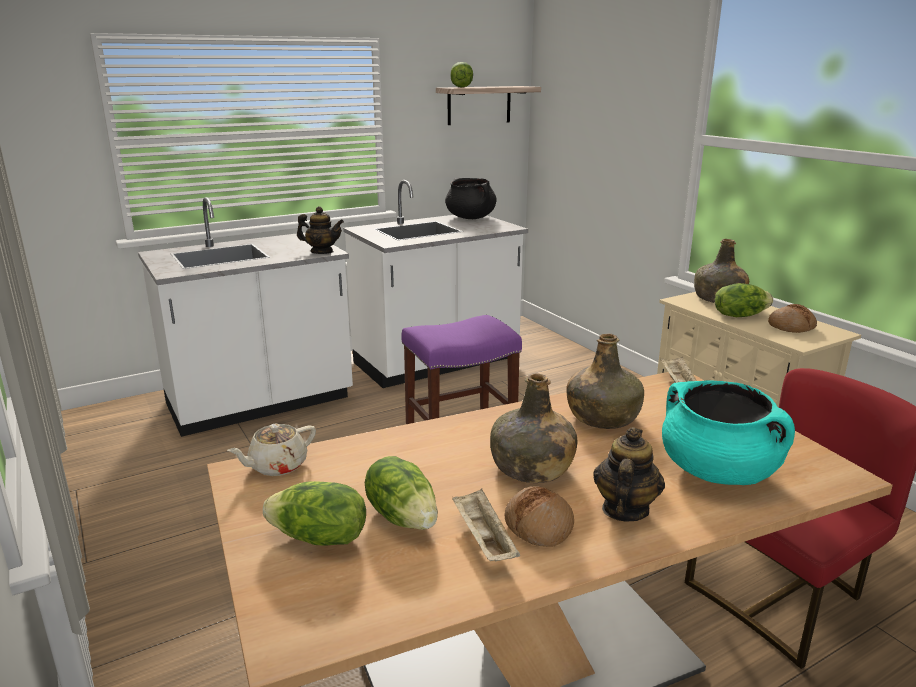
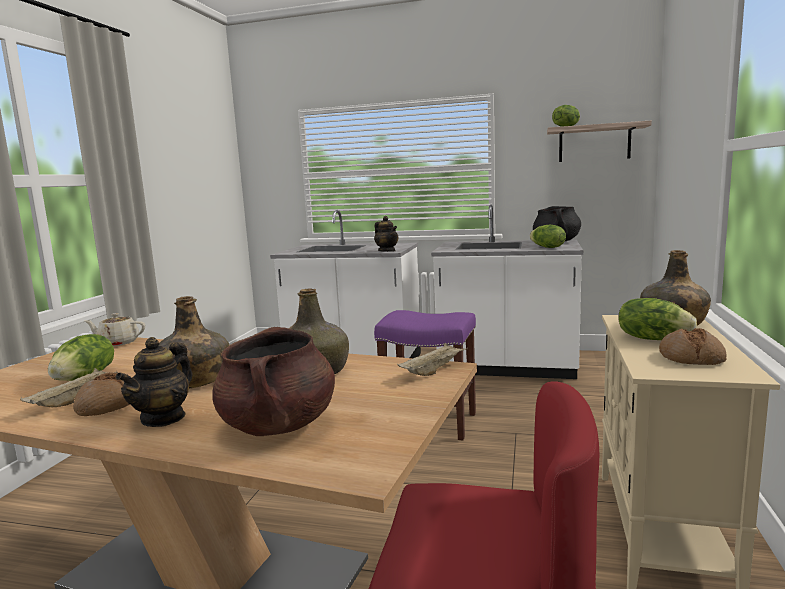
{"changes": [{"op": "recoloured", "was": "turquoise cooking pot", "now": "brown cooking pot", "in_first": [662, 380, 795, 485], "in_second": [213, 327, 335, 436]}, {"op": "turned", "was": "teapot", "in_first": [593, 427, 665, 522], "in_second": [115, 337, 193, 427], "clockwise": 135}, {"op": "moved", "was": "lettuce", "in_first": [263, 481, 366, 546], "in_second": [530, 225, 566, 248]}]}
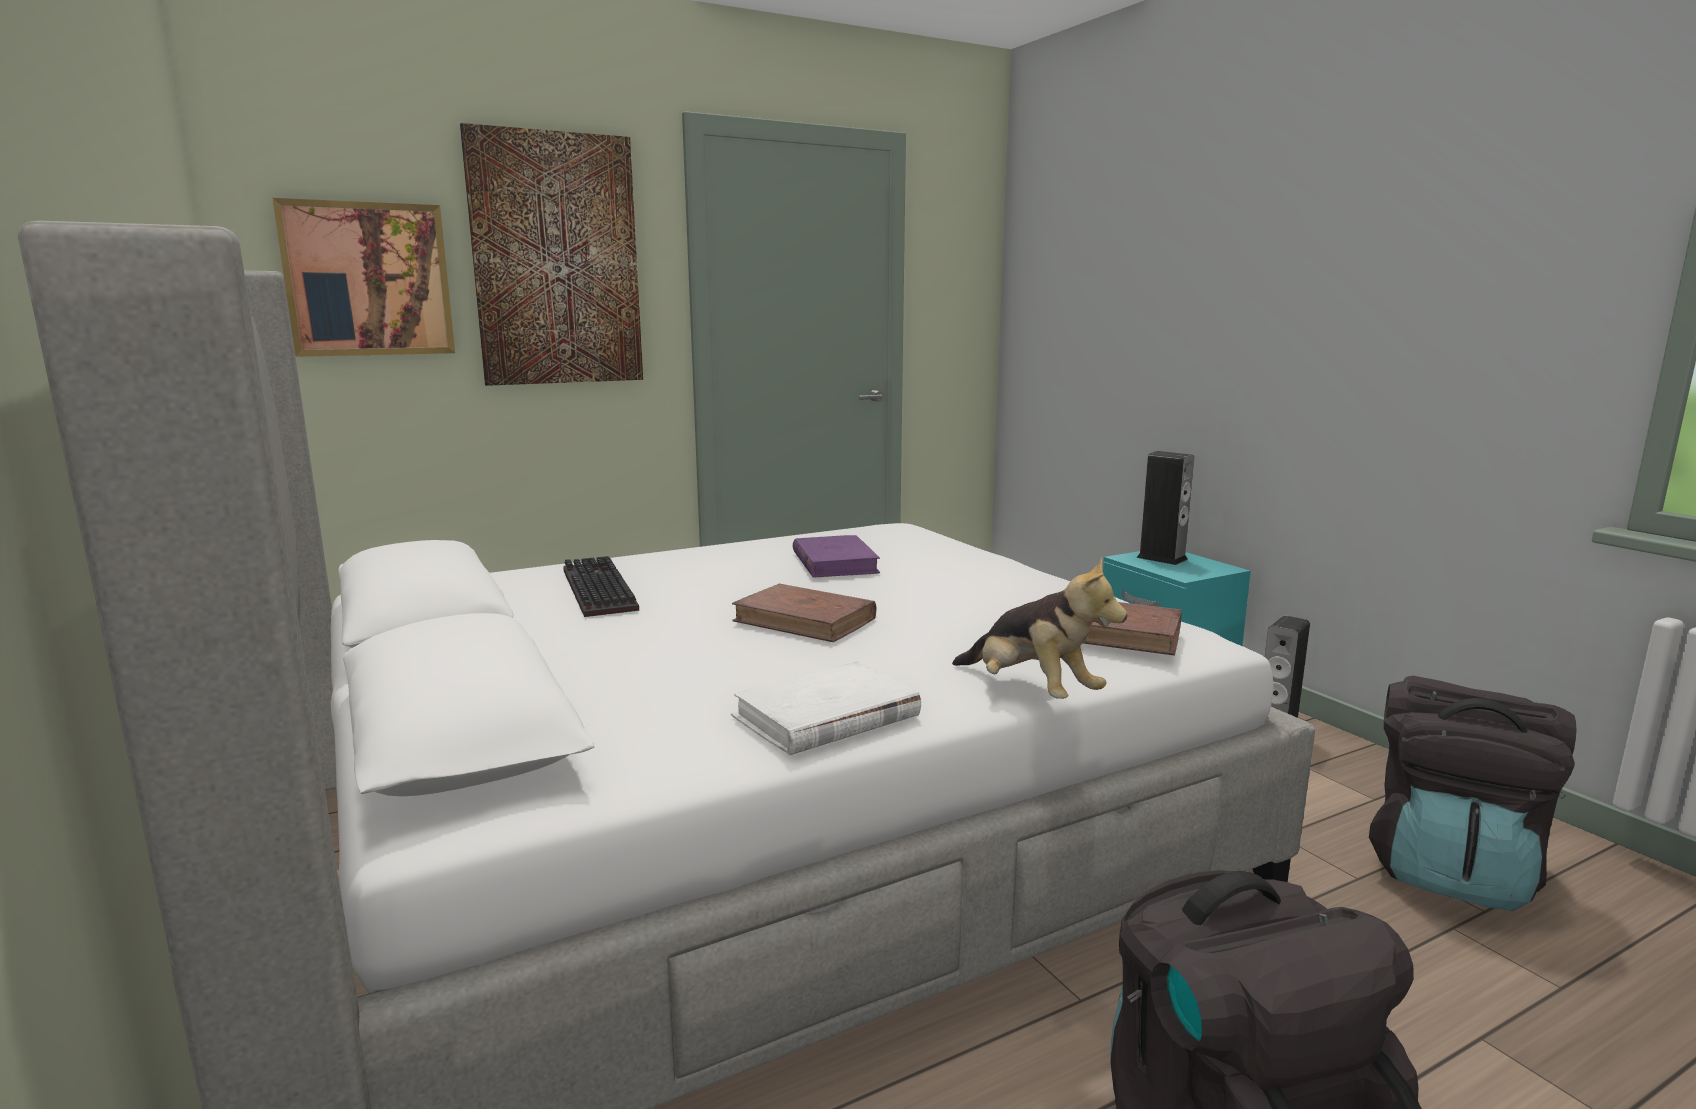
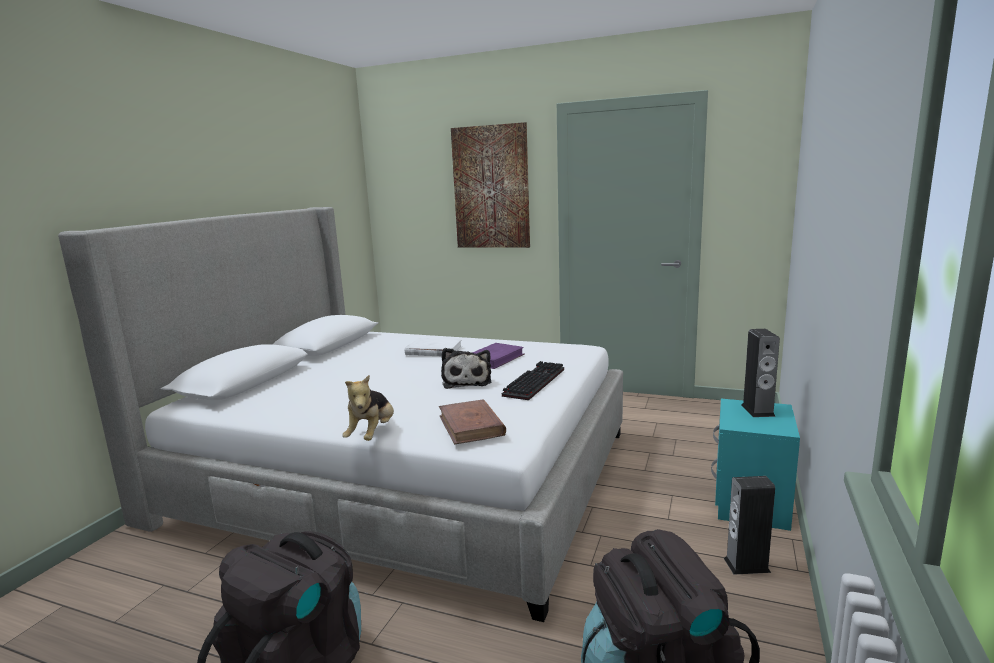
{"changes": [{"op": "removed", "was": "picture", "in_first": [272, 198, 455, 357]}, {"op": "moved", "was": "keyboard", "in_first": [563, 556, 639, 617], "in_second": [502, 361, 564, 400]}, {"op": "removed", "was": "brown book", "in_first": [732, 583, 877, 642]}, {"op": "moved", "was": "white book", "in_first": [731, 661, 921, 755], "in_second": [405, 339, 462, 356]}, {"op": "added", "now": "plush toy", "in_second": [441, 348, 491, 389]}]}
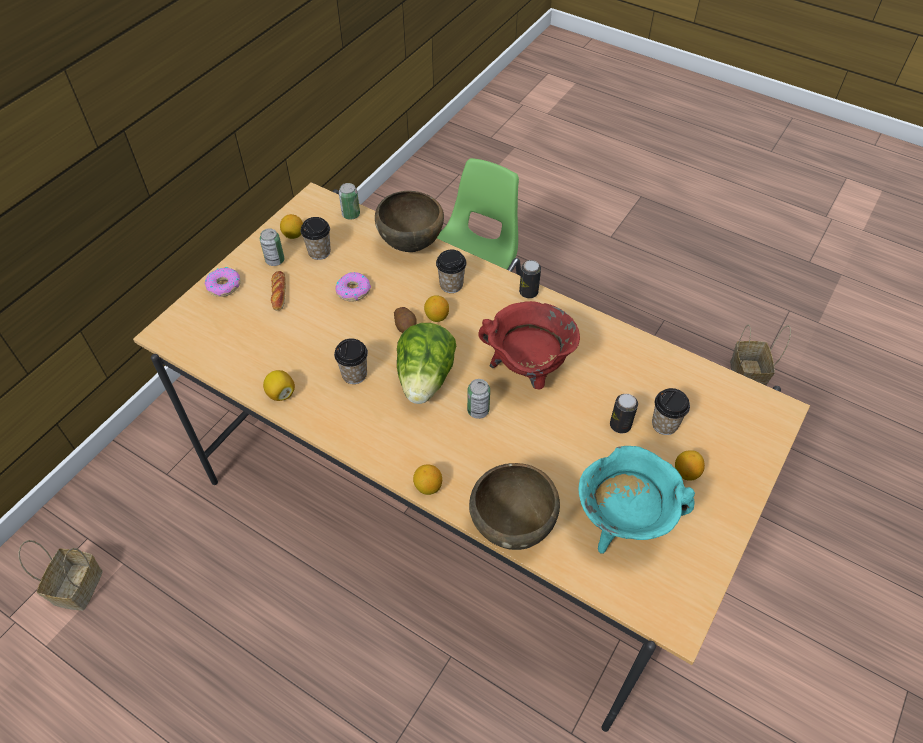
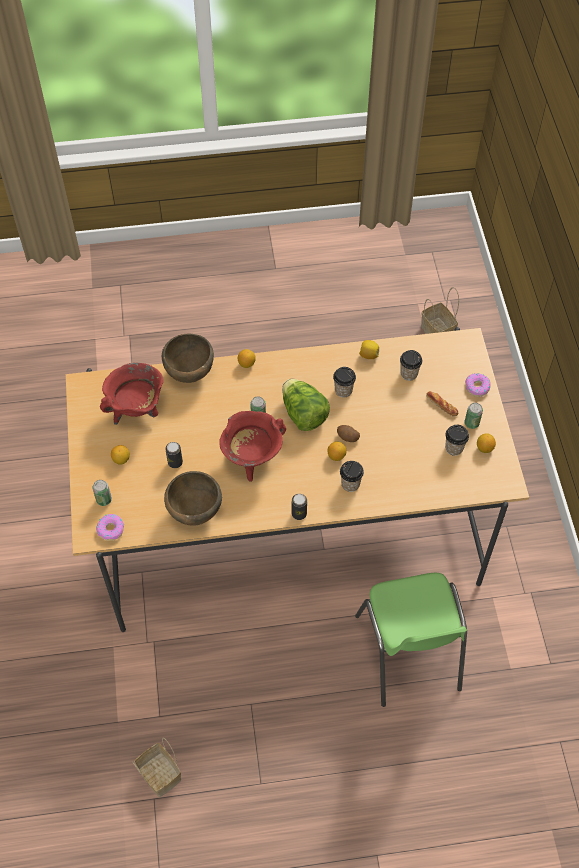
{"changes": [{"op": "moved", "was": "can", "in_first": [339, 183, 360, 220], "in_second": [93, 480, 112, 506]}, {"op": "moved", "was": "brown bowl", "in_first": [375, 191, 444, 252], "in_second": [164, 471, 222, 526]}, {"op": "moved", "was": "donut", "in_first": [335, 272, 371, 302], "in_second": [96, 514, 124, 541]}, {"op": "moved", "was": "cup", "in_first": [652, 388, 690, 435], "in_second": [400, 350, 422, 381]}, {"op": "recoloured", "was": "turquoise cooking pot", "now": "red cooking pot", "in_first": [579, 446, 695, 554], "in_second": [100, 363, 163, 425]}]}
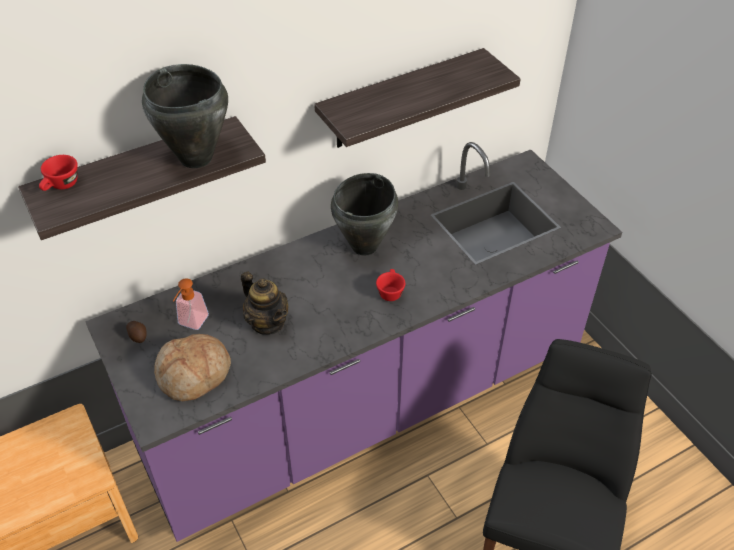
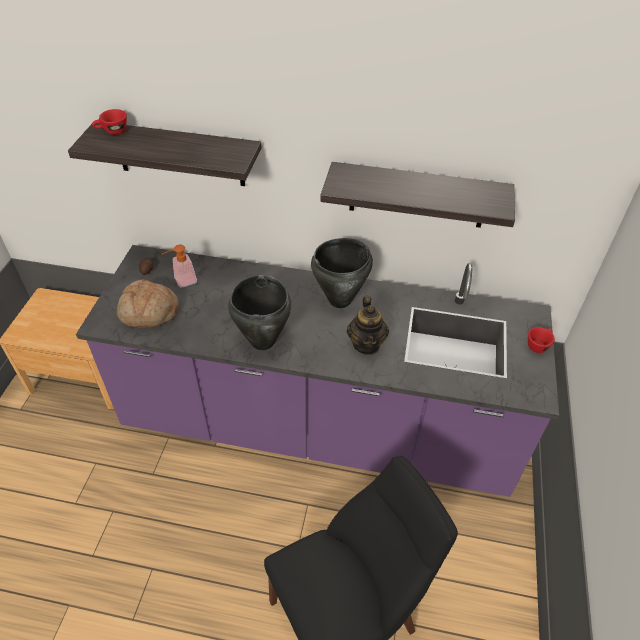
{"changes": [{"op": "moved", "was": "black cooking pot", "in_first": [142, 64, 228, 168], "in_second": [228, 275, 291, 350]}, {"op": "moved", "was": "red cup", "in_first": [376, 269, 405, 301], "in_second": [528, 327, 555, 353]}, {"op": "moved", "was": "teapot", "in_first": [241, 271, 288, 335], "in_second": [347, 296, 389, 355]}]}
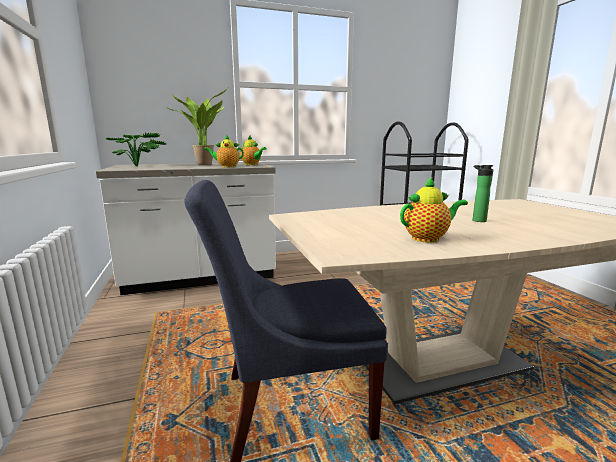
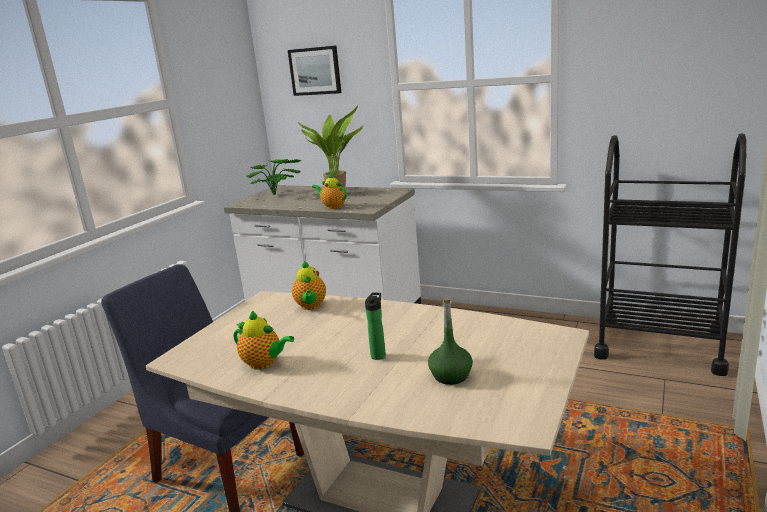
{"changes": [{"op": "moved", "was": "teapot", "in_first": [240, 136, 266, 165], "in_second": [292, 261, 326, 310]}, {"op": "added", "now": "picture", "in_second": [288, 46, 341, 96]}, {"op": "added", "now": "green bottle", "in_second": [428, 299, 473, 385]}]}
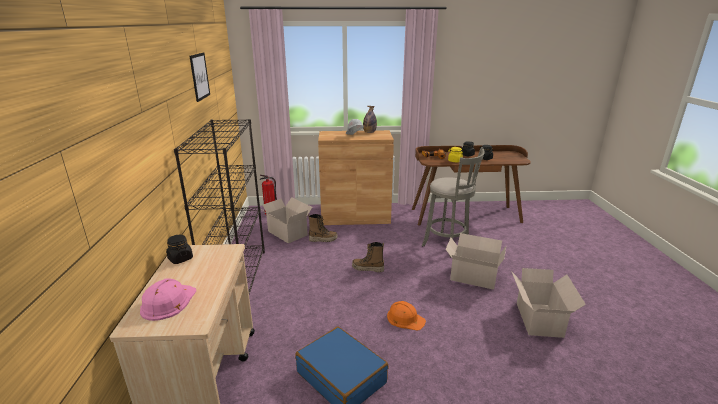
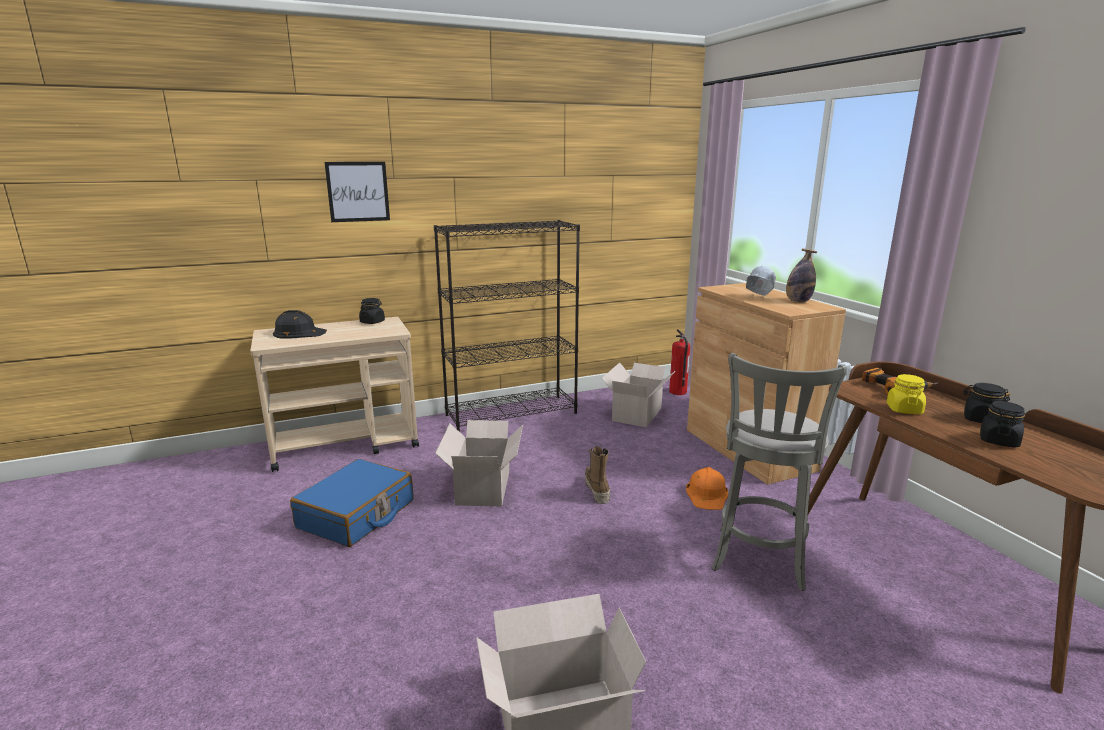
{"changes": [{"op": "moved", "was": "picture", "in_first": [190, 53, 210, 102], "in_second": [325, 162, 390, 222]}, {"op": "removed", "was": "boot", "in_first": [308, 214, 338, 242]}, {"op": "moved", "was": "cardboard box", "in_first": [446, 233, 506, 290], "in_second": [435, 420, 523, 506]}, {"op": "recoloured", "was": "pink hard hat", "now": "black hard hat", "in_first": [140, 278, 196, 321], "in_second": [273, 310, 327, 339]}, {"op": "moved", "was": "orange hard hat", "in_first": [387, 301, 426, 330], "in_second": [686, 467, 728, 510]}]}
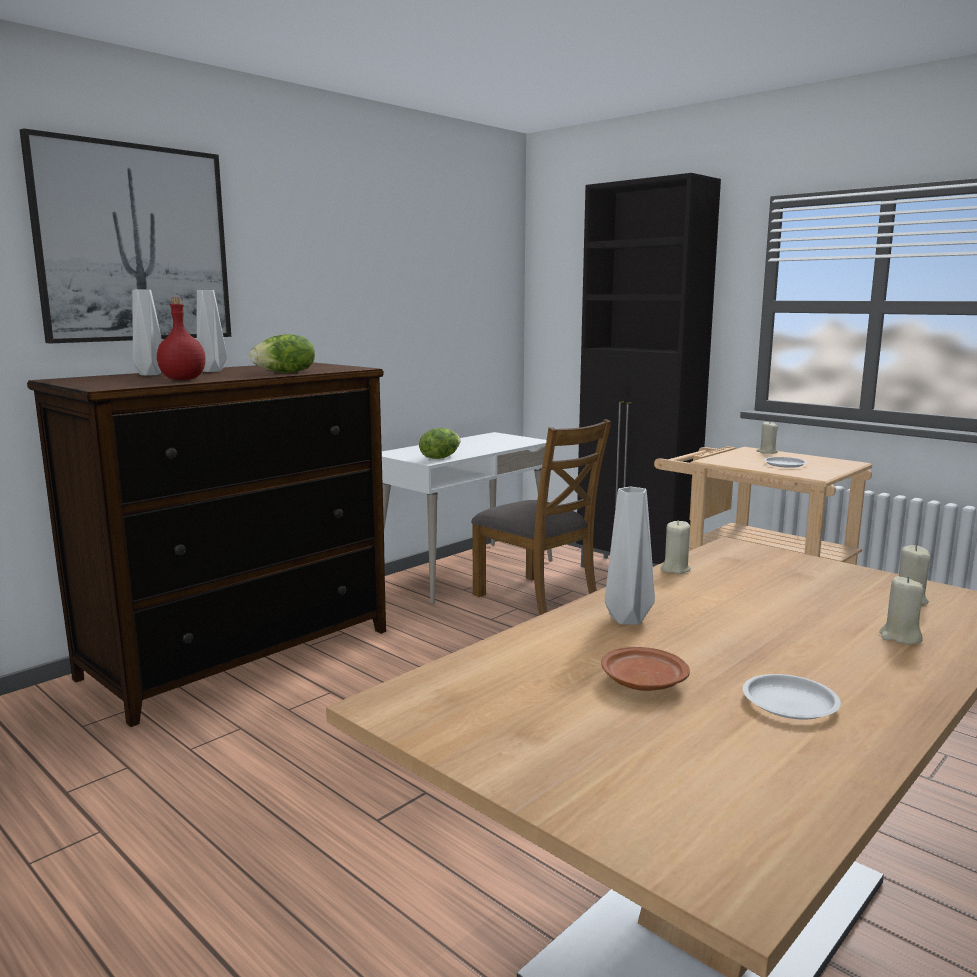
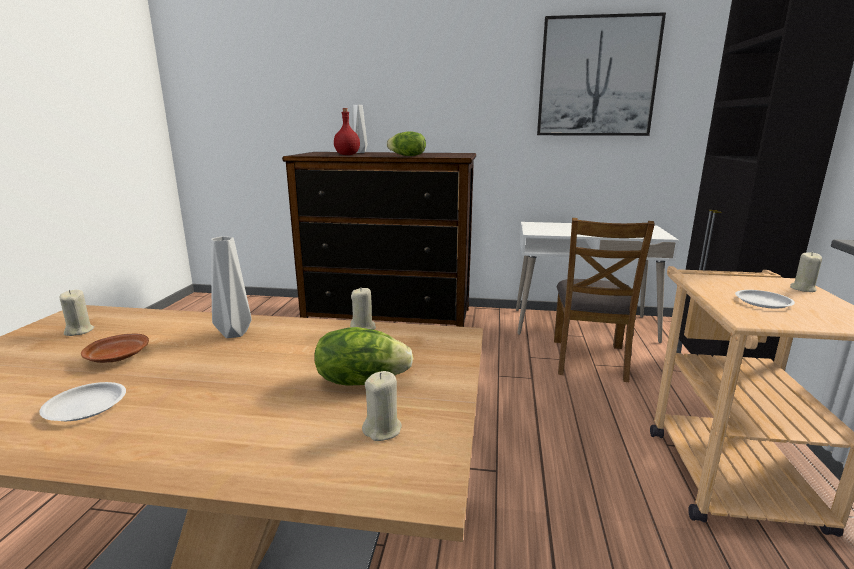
{"changes": [{"op": "moved", "was": "picture", "in_first": [20, 128, 231, 344], "in_second": [537, 12, 666, 136]}, {"op": "removed", "was": "grey vase", "in_first": [197, 290, 227, 372]}, {"op": "moved", "was": "lettuce", "in_first": [419, 428, 460, 459], "in_second": [314, 327, 413, 386]}, {"op": "moved", "was": "beige candle", "in_first": [879, 576, 924, 644], "in_second": [60, 290, 94, 336]}]}
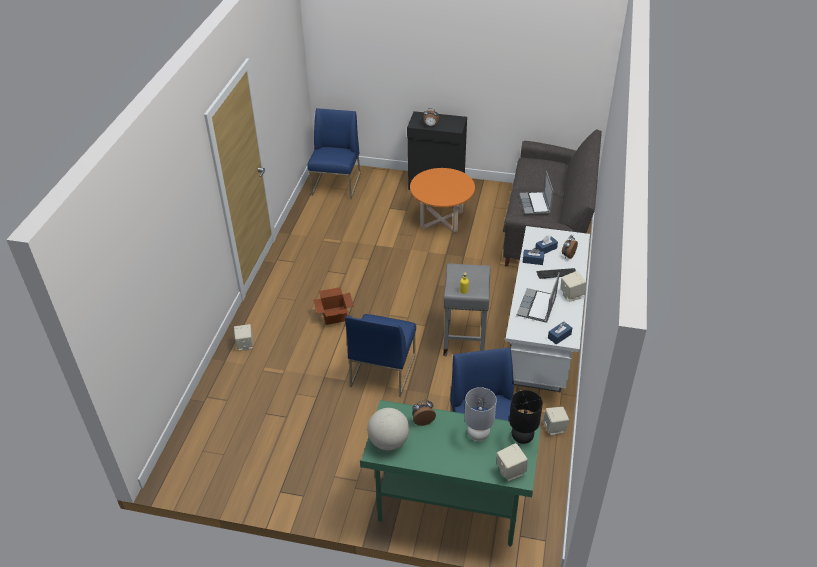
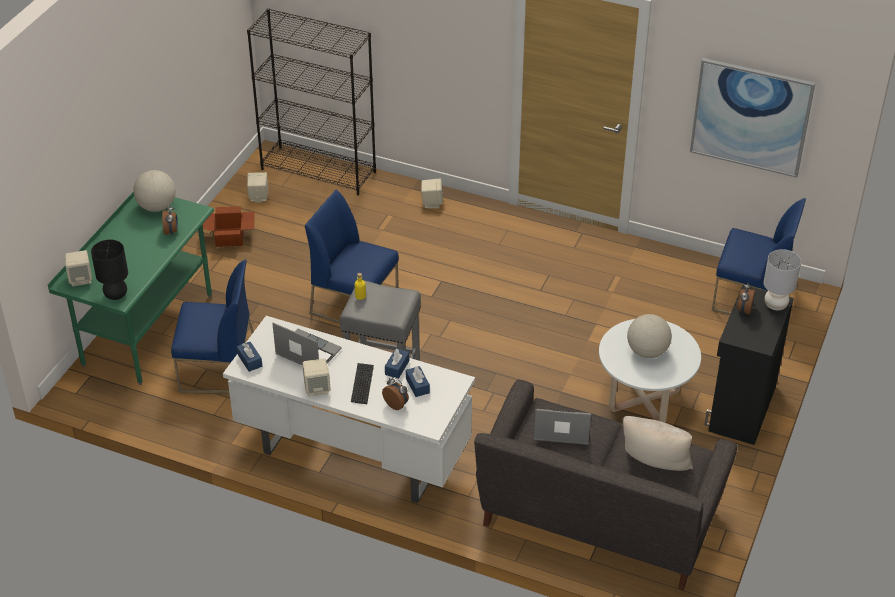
{"changes": [{"op": "recoloured", "was": "orange coffee table", "now": "white coffee table", "in_first": [410, 168, 475, 233], "in_second": [599, 319, 701, 423]}, {"op": "moved", "was": "cardboard box", "in_first": [314, 287, 354, 325], "in_second": [202, 206, 255, 247]}, {"op": "moved", "was": "grey table lamp", "in_first": [464, 387, 497, 441], "in_second": [763, 249, 801, 310]}, {"op": "moved", "was": "beige speaker", "in_first": [543, 407, 569, 436], "in_second": [247, 172, 268, 203]}, {"op": "added", "now": "black bookcase", "in_second": [247, 8, 376, 195]}, {"op": "added", "now": "picture", "in_second": [690, 58, 815, 178]}, {"op": "added", "now": "globe", "in_second": [627, 314, 672, 358]}, {"op": "added", "now": "beige pillow", "in_second": [622, 416, 693, 471]}]}
